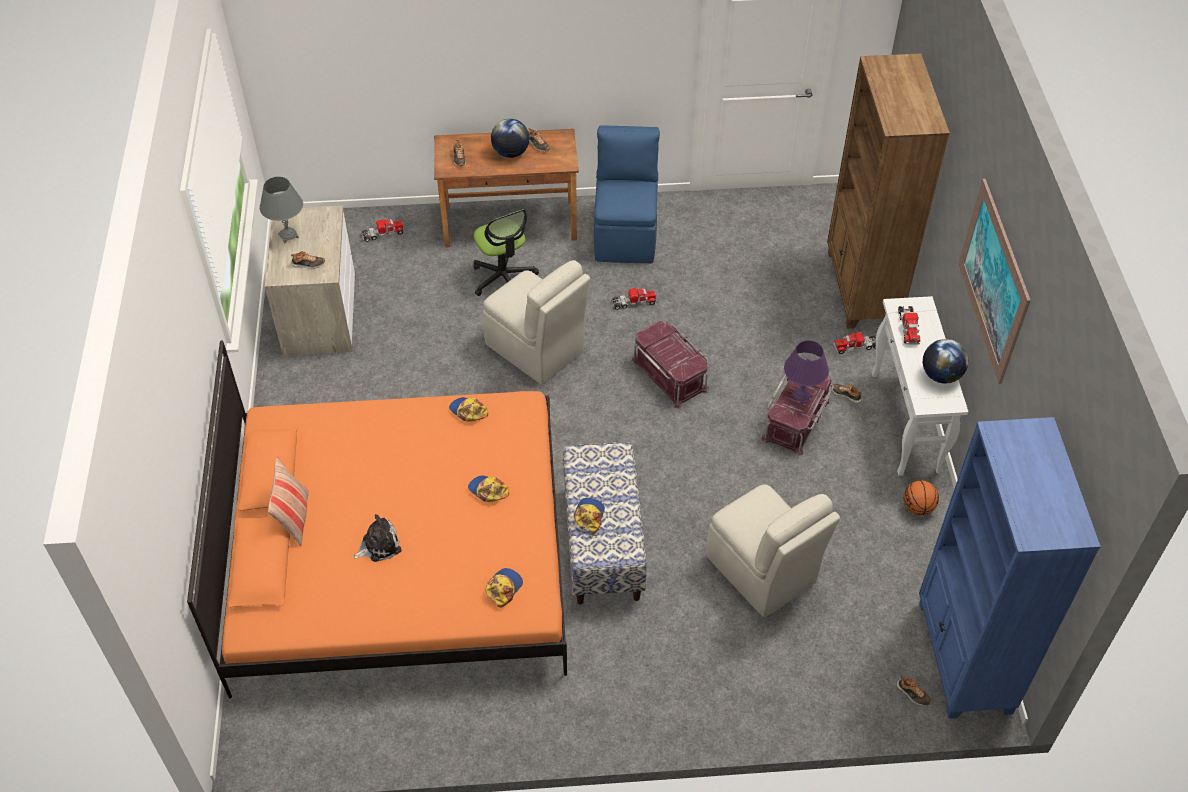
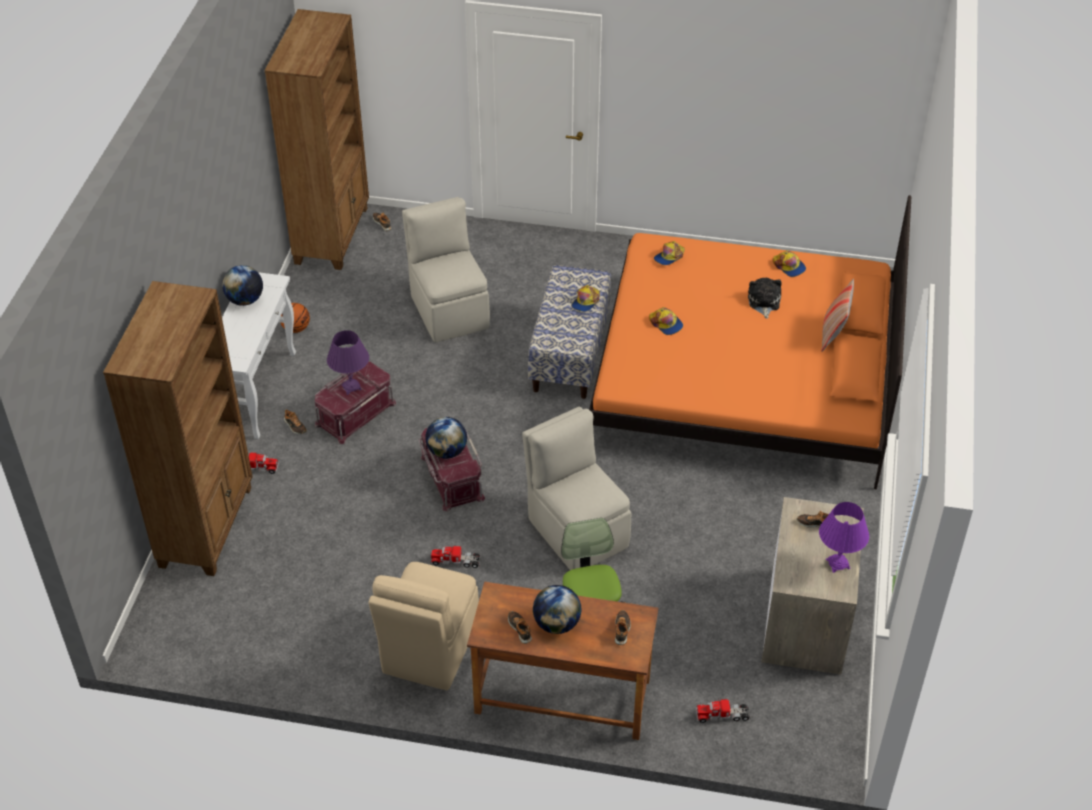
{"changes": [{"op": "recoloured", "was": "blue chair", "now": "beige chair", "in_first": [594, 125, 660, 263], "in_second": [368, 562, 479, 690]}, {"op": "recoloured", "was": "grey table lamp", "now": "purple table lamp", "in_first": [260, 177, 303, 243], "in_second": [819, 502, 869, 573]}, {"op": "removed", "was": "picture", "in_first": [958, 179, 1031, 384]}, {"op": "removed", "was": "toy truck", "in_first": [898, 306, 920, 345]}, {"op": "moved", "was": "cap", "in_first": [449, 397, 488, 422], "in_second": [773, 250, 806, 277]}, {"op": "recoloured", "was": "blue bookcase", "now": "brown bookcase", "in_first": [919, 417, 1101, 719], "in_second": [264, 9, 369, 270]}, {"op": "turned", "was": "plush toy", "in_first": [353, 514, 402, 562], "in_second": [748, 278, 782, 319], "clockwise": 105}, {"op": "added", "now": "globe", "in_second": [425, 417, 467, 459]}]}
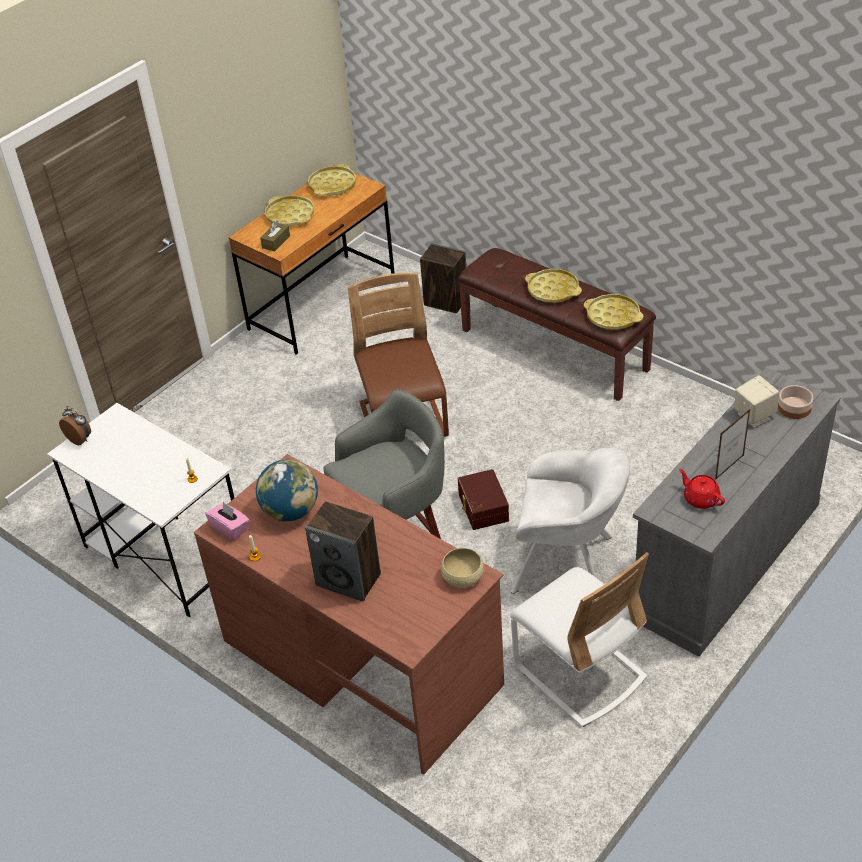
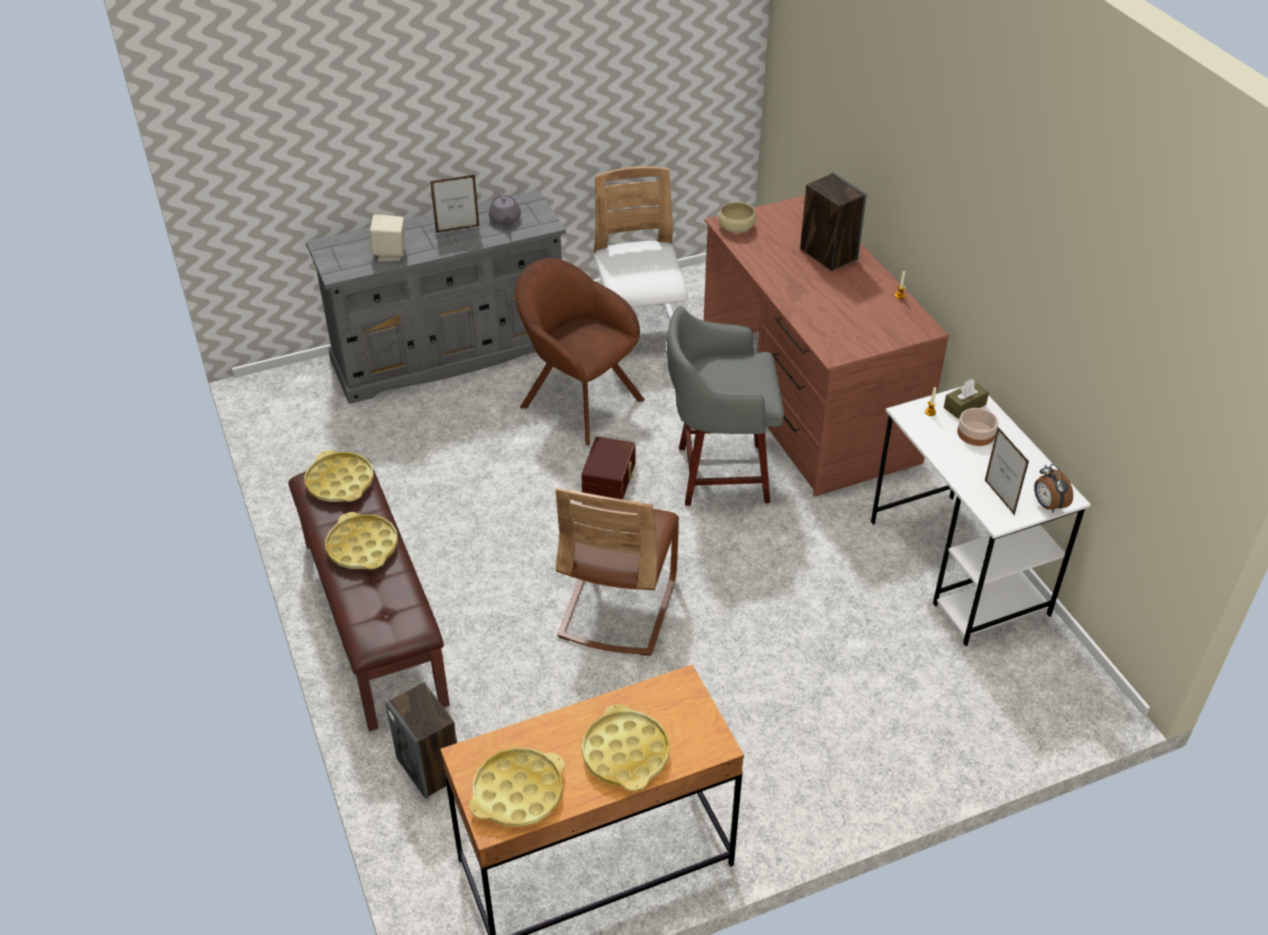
{"changes": [{"op": "moved", "was": "brown tissue box", "in_first": [260, 220, 290, 252], "in_second": [944, 379, 989, 419]}, {"op": "moved", "was": "bowl", "in_first": [778, 385, 813, 419], "in_second": [957, 408, 998, 446]}, {"op": "recoloured", "was": "white armchair", "now": "brown armchair", "in_first": [511, 448, 630, 594], "in_second": [515, 258, 645, 445]}, {"op": "removed", "was": "globe", "in_first": [256, 460, 318, 521]}, {"op": "recoloured", "was": "red teapot", "now": "grey teapot", "in_first": [679, 469, 725, 509], "in_second": [489, 192, 521, 225]}, {"op": "removed", "was": "pink tissue box", "in_first": [205, 502, 249, 541]}, {"op": "added", "now": "picture frame", "in_second": [985, 427, 1029, 516]}]}
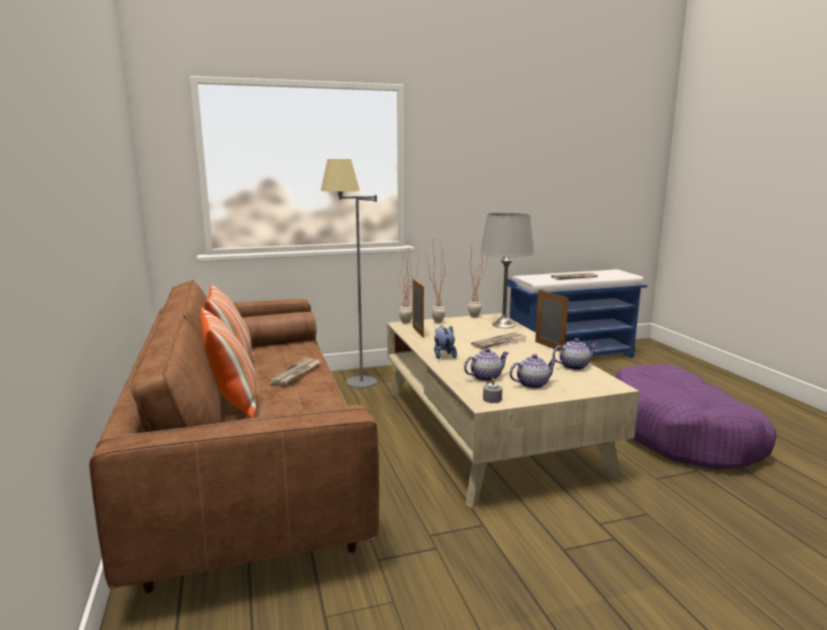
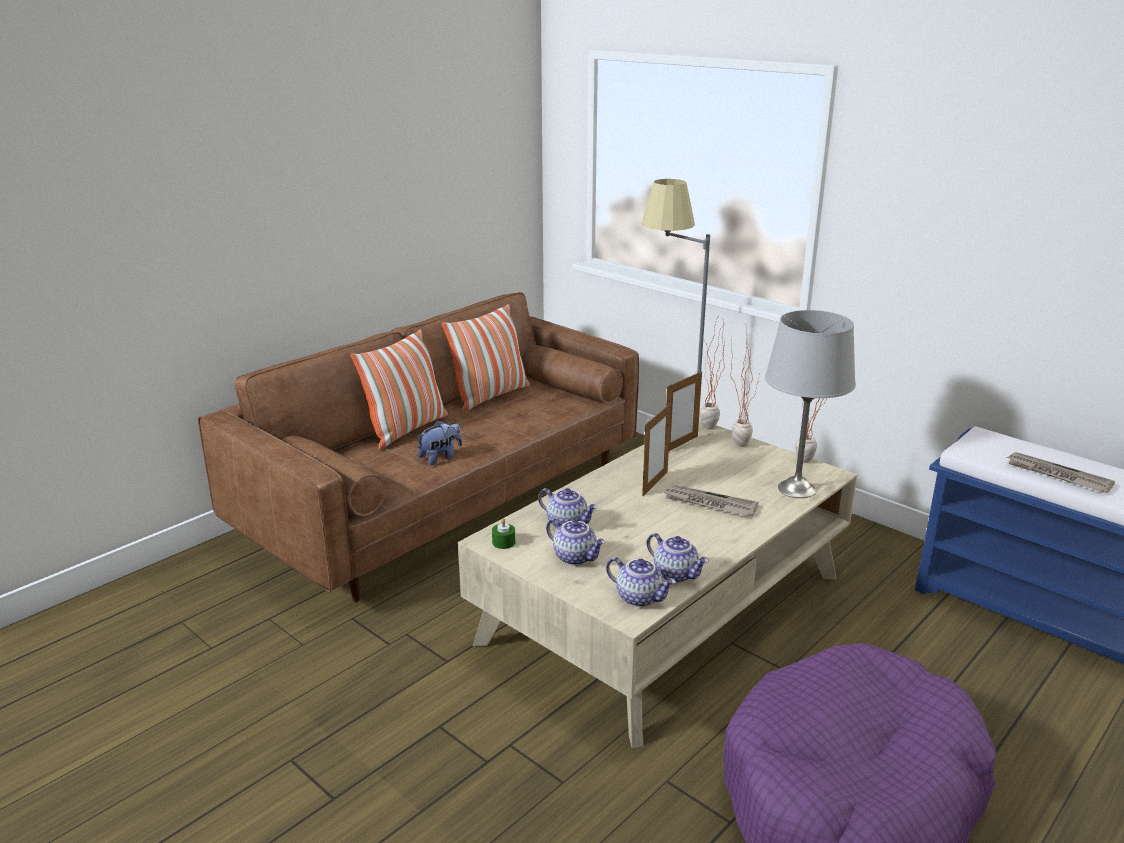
{"changes": [{"op": "moved", "was": "picture frame", "in_first": [535, 290, 569, 351], "in_second": [642, 403, 671, 496]}, {"op": "moved", "was": "plush toy", "in_first": [434, 326, 457, 359], "in_second": [417, 420, 462, 465]}, {"op": "removed", "was": "newspaper", "in_first": [269, 358, 321, 385]}, {"op": "recoloured", "was": "grey candle", "now": "green candle", "in_first": [483, 378, 502, 403], "in_second": [492, 518, 515, 549]}, {"op": "added", "now": "teapot", "in_second": [606, 557, 676, 607]}]}
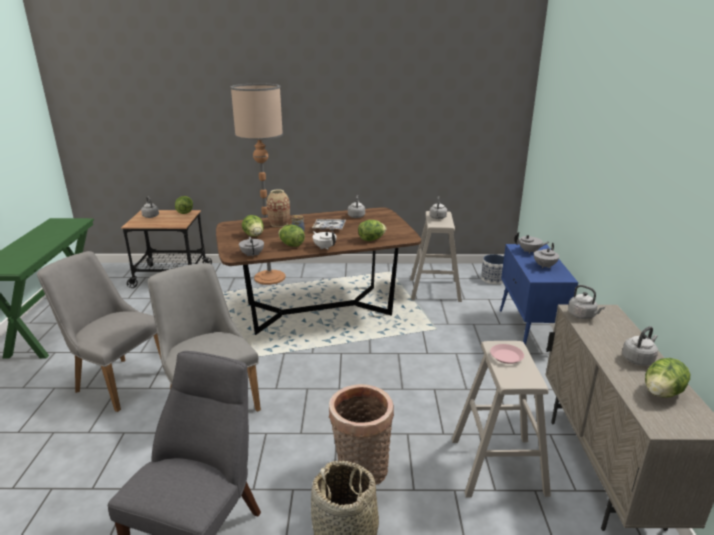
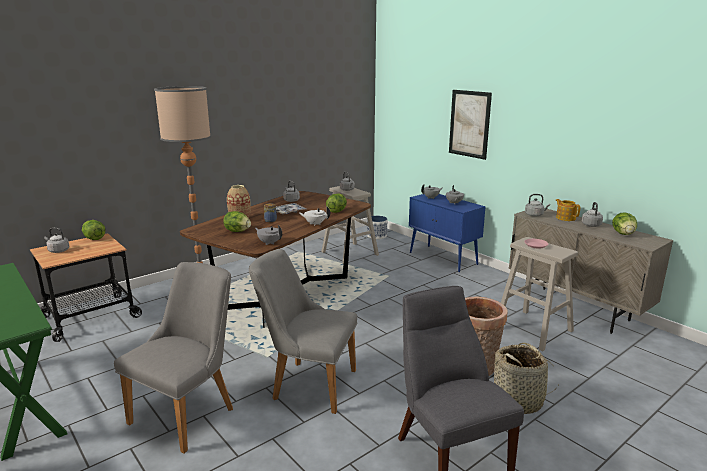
{"changes": [{"op": "removed", "was": "lettuce", "in_first": [278, 224, 305, 247]}, {"op": "turned", "was": "grey chair", "in_first": [37, 251, 161, 412], "in_second": [114, 262, 233, 453], "clockwise": 135}, {"op": "added", "now": "picture", "in_second": [449, 90, 492, 160]}, {"op": "added", "now": "teapot", "in_second": [555, 199, 580, 221]}]}
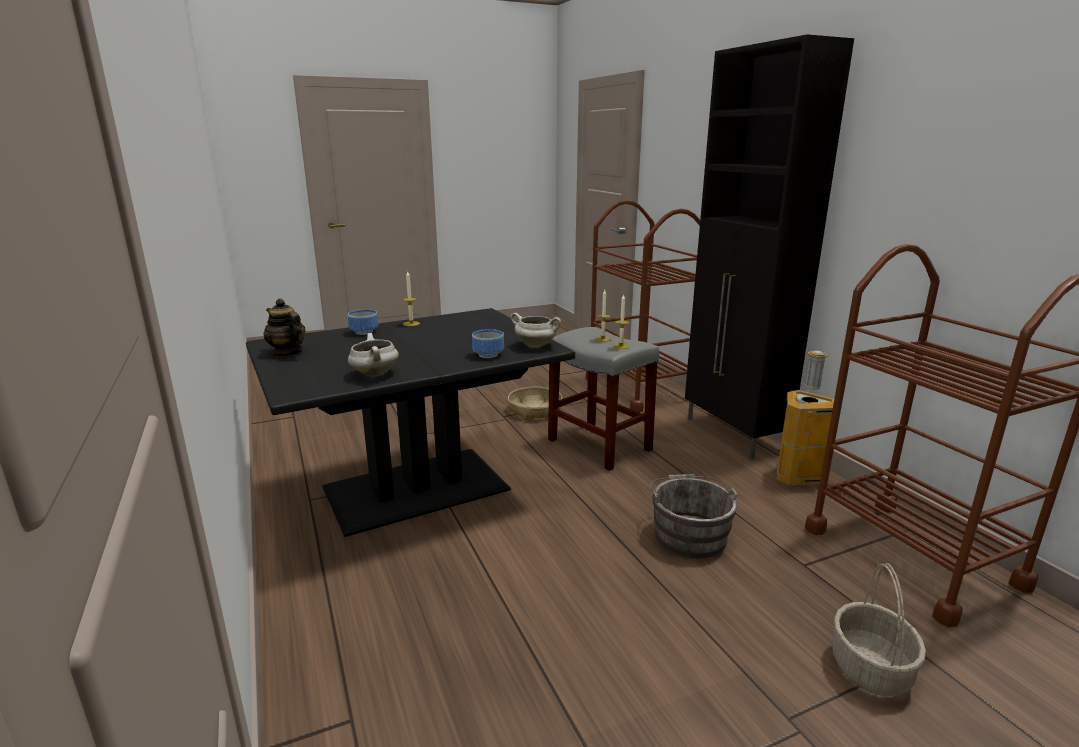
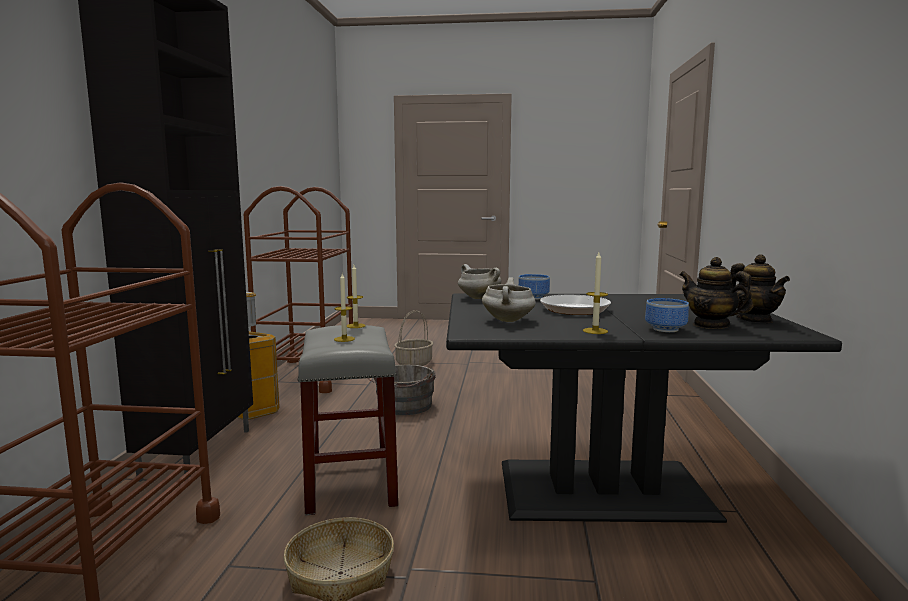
{"changes": [{"op": "moved", "was": "white cooking pot", "in_first": [348, 333, 399, 377], "in_second": [482, 277, 536, 322]}, {"op": "added", "now": "teapot", "in_second": [680, 257, 753, 329]}, {"op": "added", "now": "frying pan", "in_second": [540, 292, 611, 315]}]}
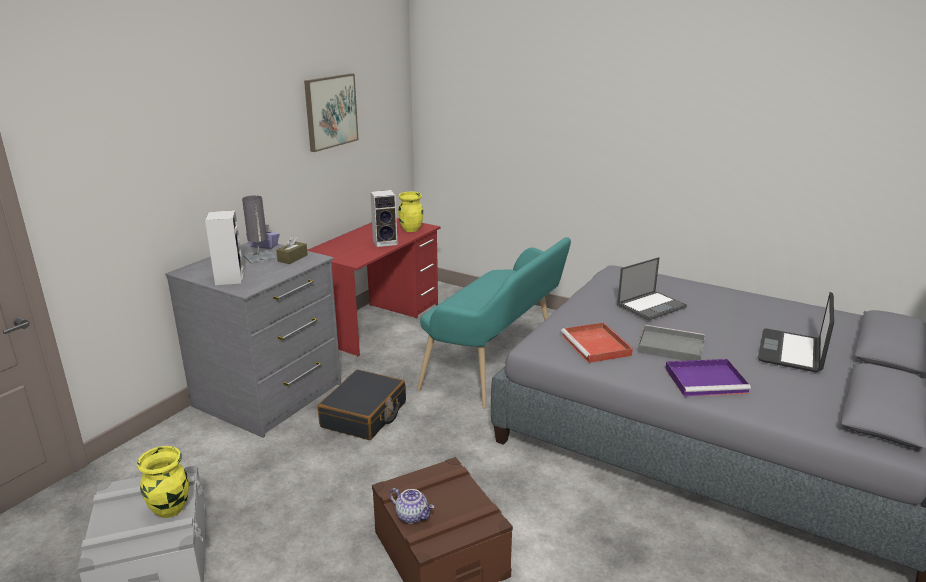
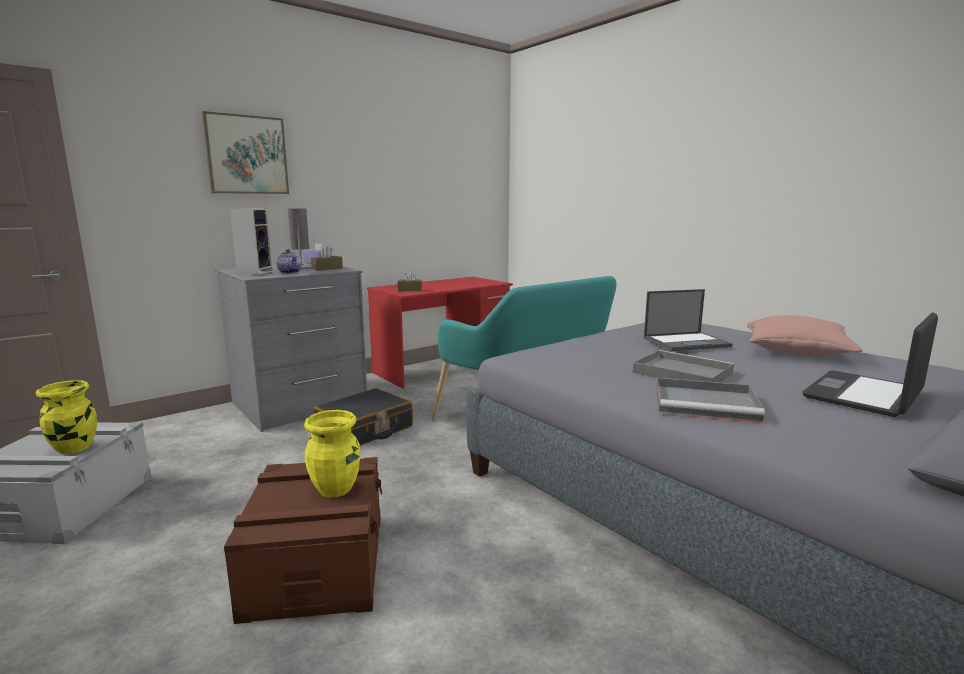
{"changes": [{"op": "moved", "was": "picture", "in_first": [304, 73, 359, 152], "in_second": [202, 111, 289, 194]}, {"op": "removed", "was": "speaker", "in_first": [370, 190, 397, 247]}, {"op": "moved", "was": "yellow vase", "in_first": [398, 192, 423, 232], "in_second": [304, 410, 360, 498]}, {"op": "removed", "was": "red tray", "in_first": [561, 322, 633, 363]}, {"op": "recoloured", "was": "purple tray", "now": "grey tray", "in_first": [665, 359, 751, 397], "in_second": [656, 377, 765, 423]}, {"op": "moved", "was": "teapot", "in_first": [389, 488, 434, 523], "in_second": [277, 249, 302, 274]}, {"op": "added", "now": "brown tissue box", "in_second": [398, 271, 422, 291]}, {"op": "added", "now": "pink pillow", "in_second": [747, 315, 863, 356]}]}
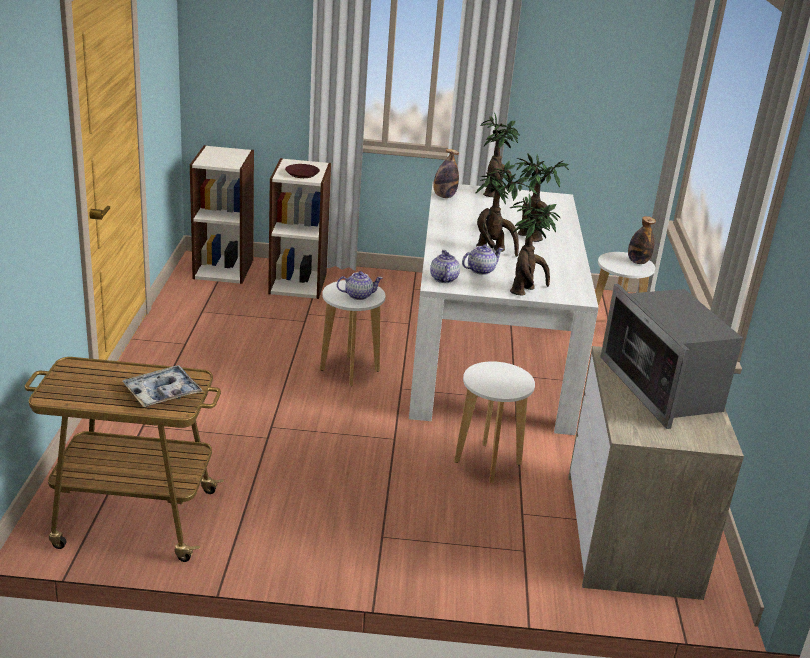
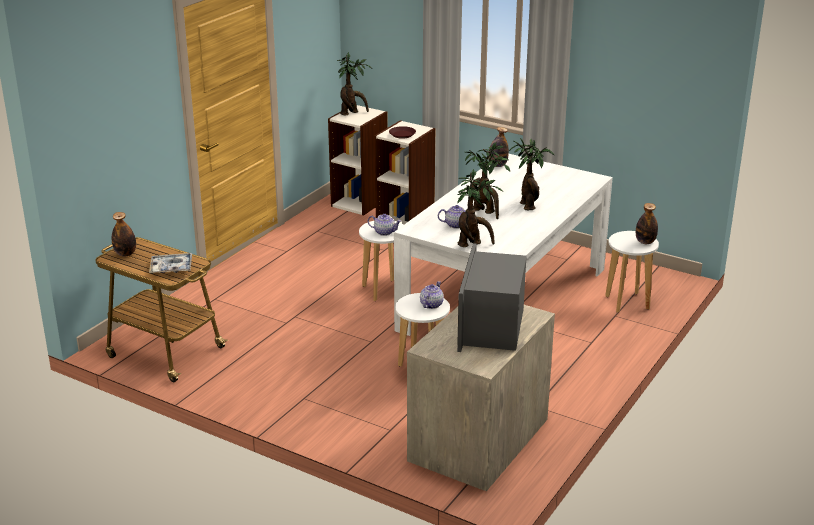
{"changes": [{"op": "moved", "was": "potted plant", "in_first": [480, 113, 520, 197], "in_second": [337, 52, 372, 115]}, {"op": "moved", "was": "teapot", "in_first": [430, 250, 460, 283], "in_second": [420, 281, 444, 309]}, {"op": "added", "now": "bottle", "in_second": [112, 212, 136, 256]}]}
